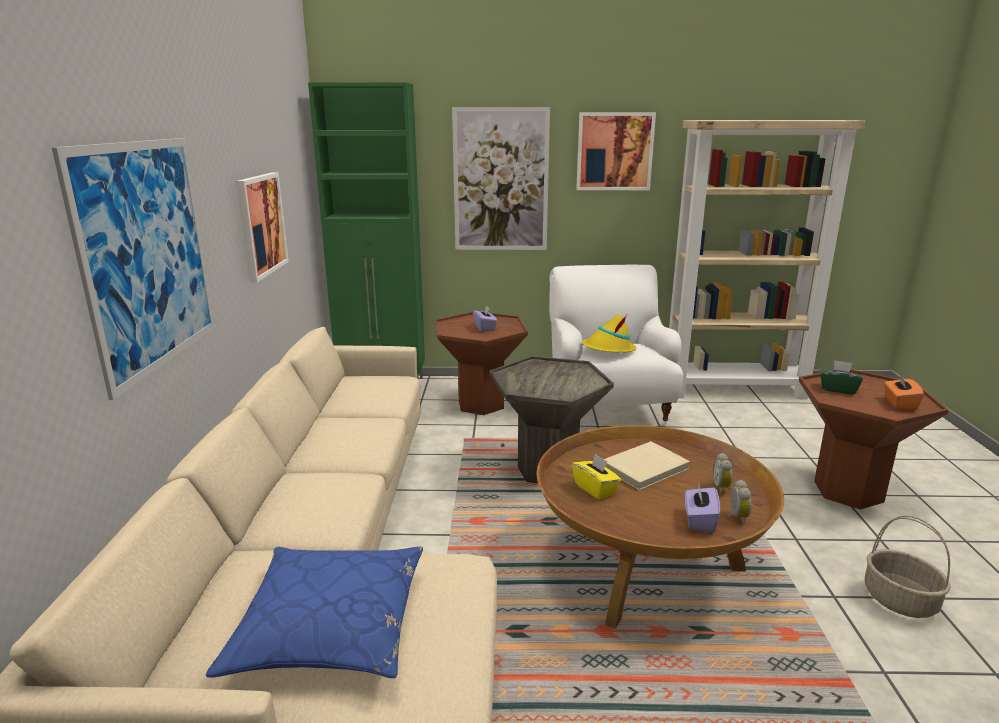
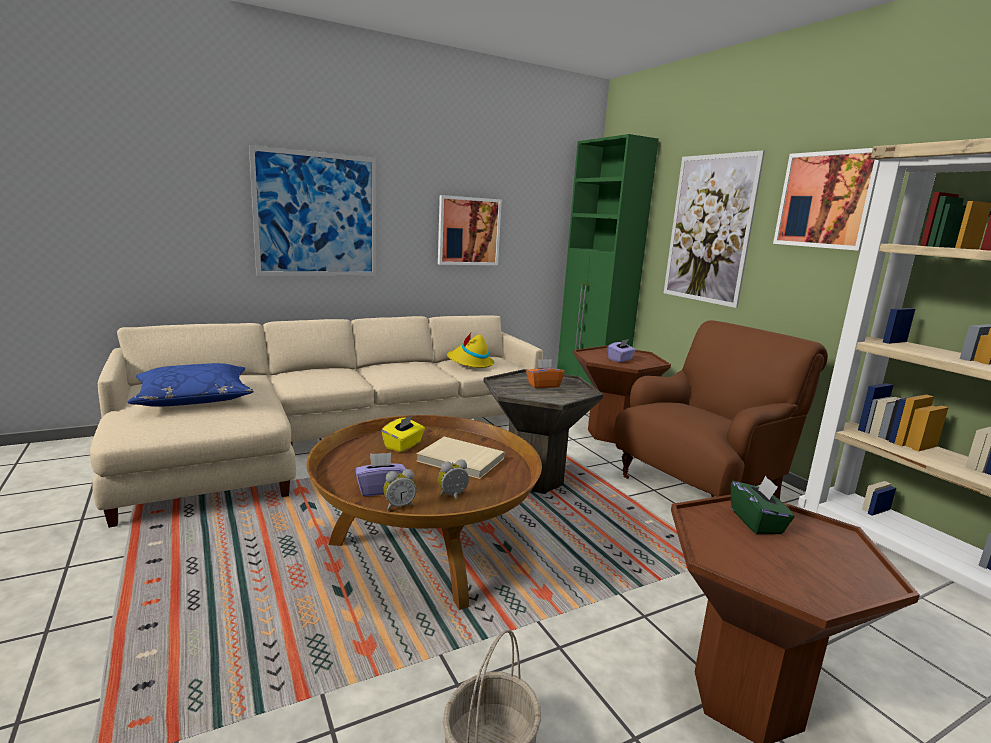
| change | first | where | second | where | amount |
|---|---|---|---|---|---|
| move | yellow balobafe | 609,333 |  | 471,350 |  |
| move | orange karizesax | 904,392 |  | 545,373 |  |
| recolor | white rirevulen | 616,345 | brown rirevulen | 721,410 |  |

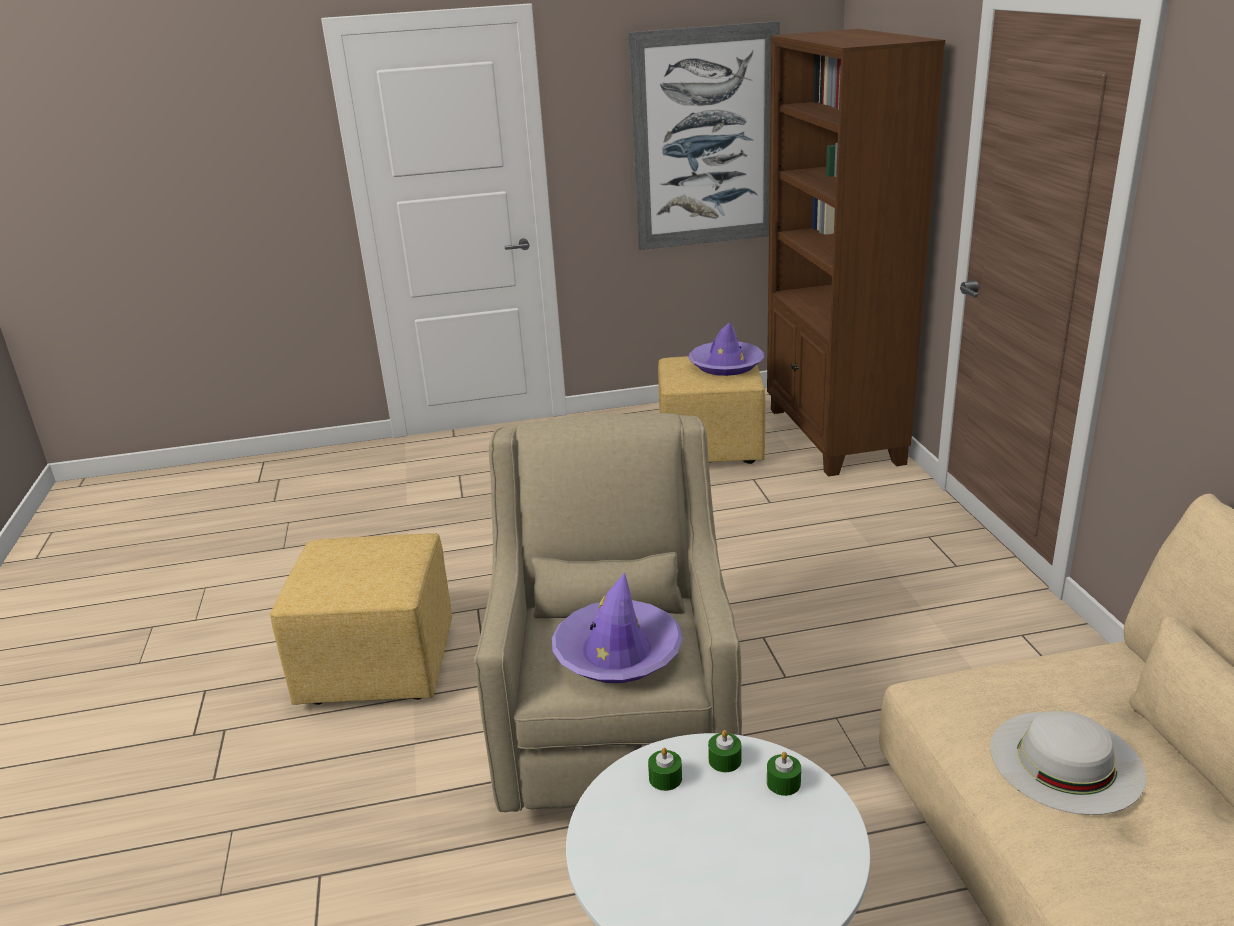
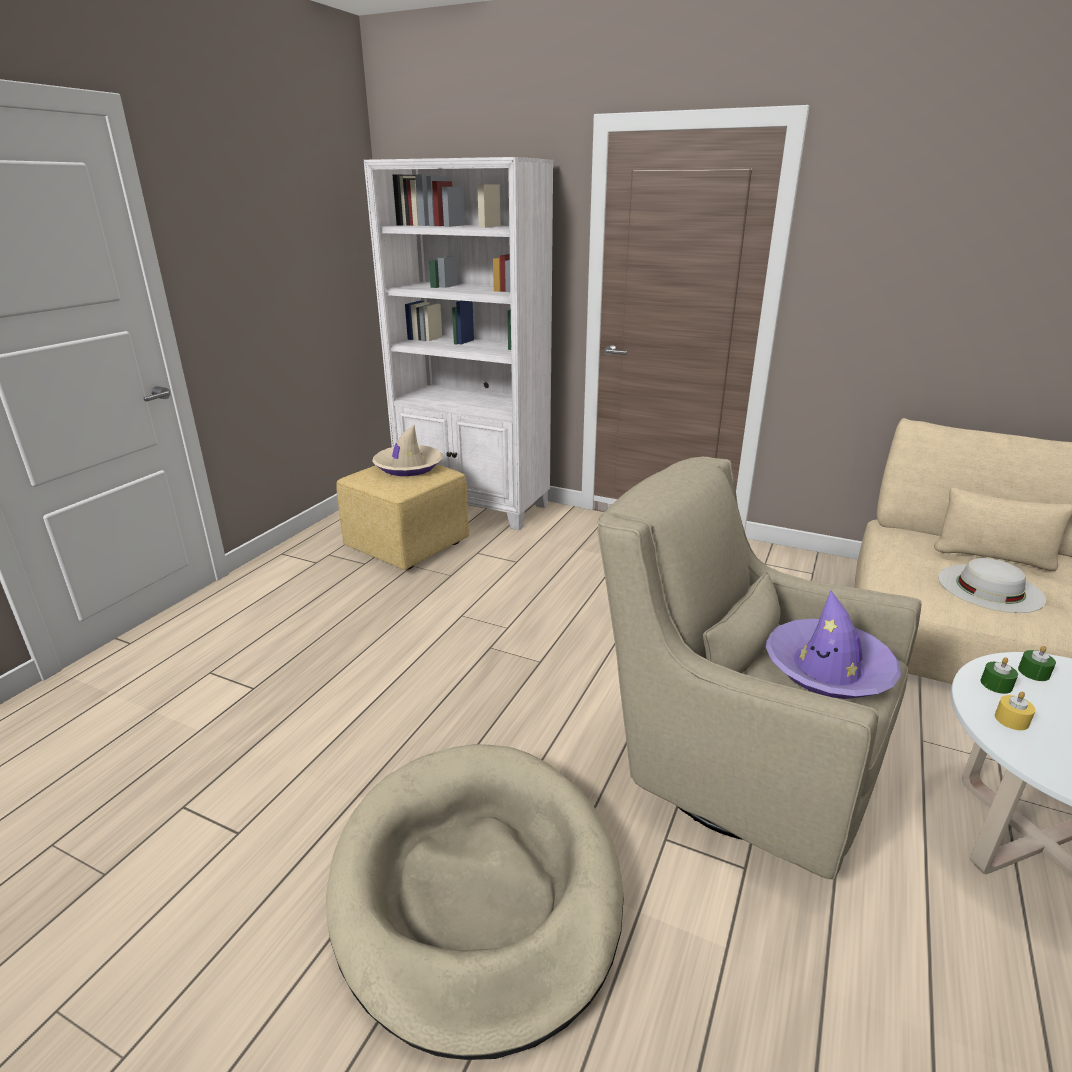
| change | first | where | second | where | amount |
|---|---|---|---|---|---|
| delete | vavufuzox | 704,135 |  |  |  |
| replace | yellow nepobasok | 361,619 | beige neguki | 475,902 |  |
| recolor | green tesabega | 665,769 | yellow tesabega | 1015,711 |  |
| recolor | purple balobafe | 726,349 | beige balobafe | 407,450 |  |
| recolor | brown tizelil | 856,252 | white tizelil | 459,343 |  |

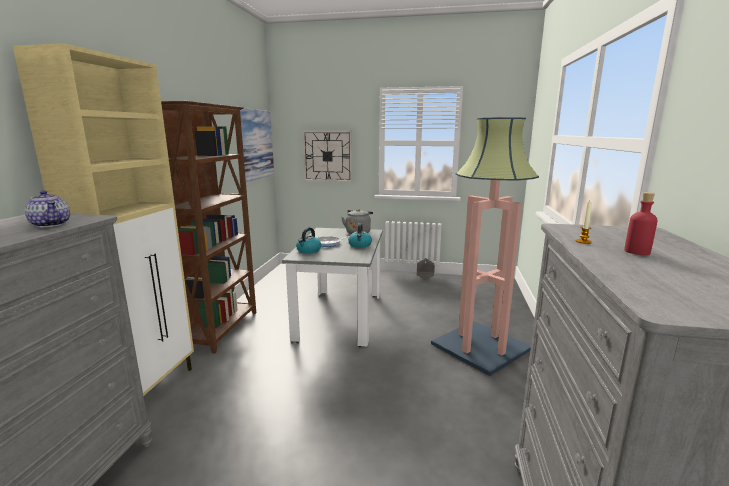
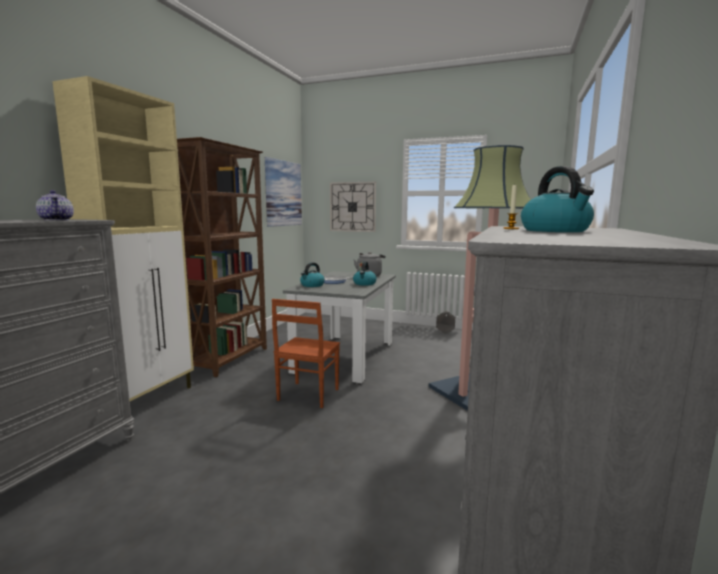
| change | first | where | second | where | amount |
|---|---|---|---|---|---|
| insert |  |  | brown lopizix | 306,353 |  |
| replace | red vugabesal | 641,223 | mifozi | 557,199 |  |

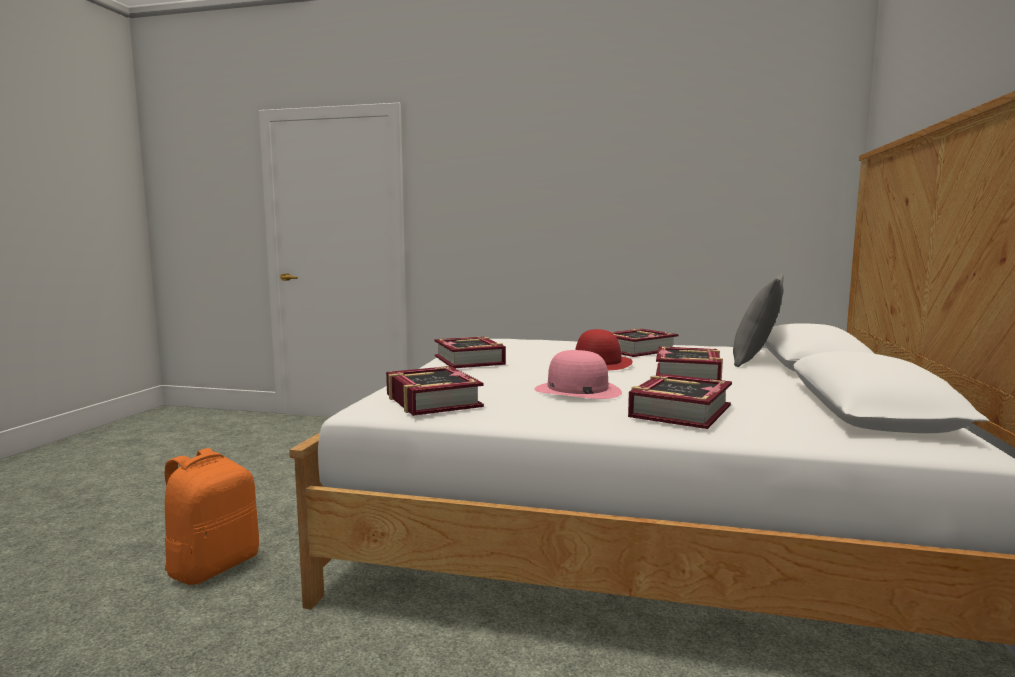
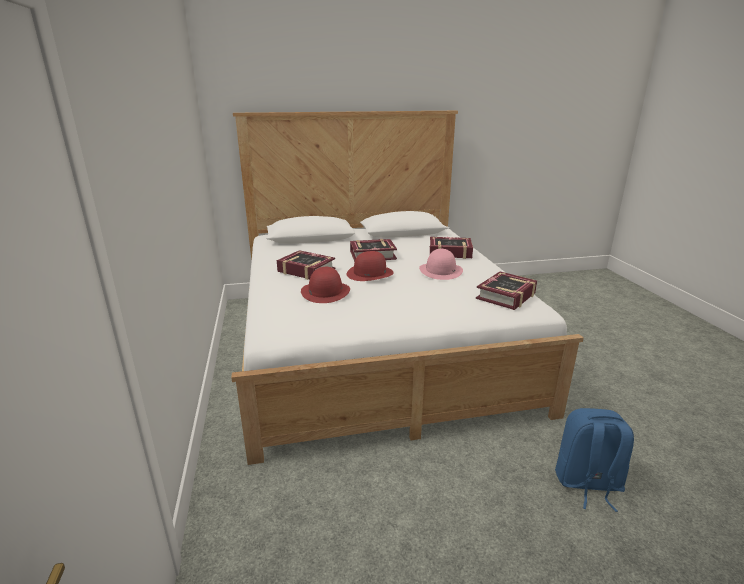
| change | first | where | second | where | amount |
|---|---|---|---|---|---|
| delete | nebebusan | 470,352 |  |  |  |
| delete | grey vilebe | 758,320 |  |  |  |
| insert |  |  | red balobafe | 325,285 |  |
| recolor | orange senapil | 212,516 | blue senapil | 594,460 |  |

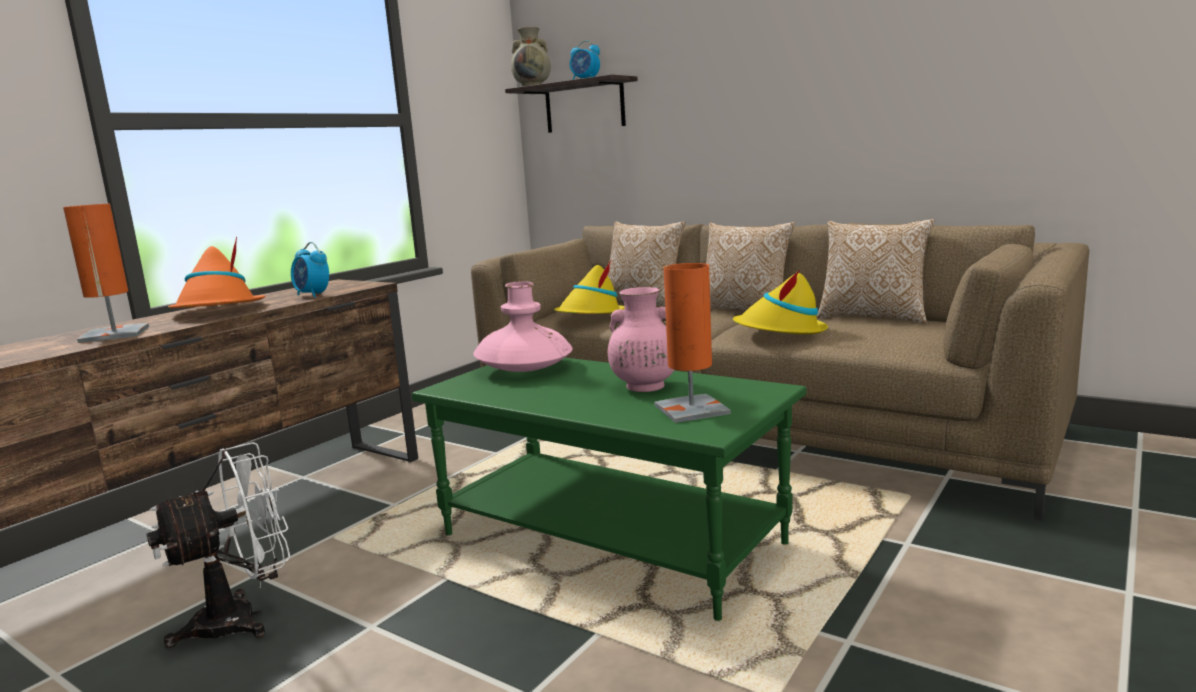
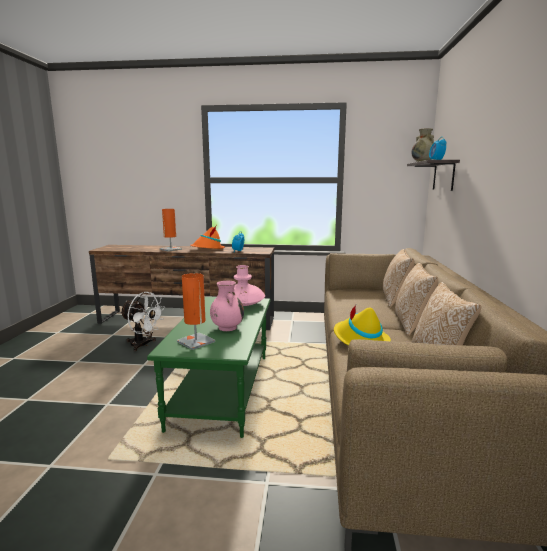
| change | first | where | second | where | amount |
|---|---|---|---|---|---|
| delete | yellow balobafe | 589,287 |  |  |  |

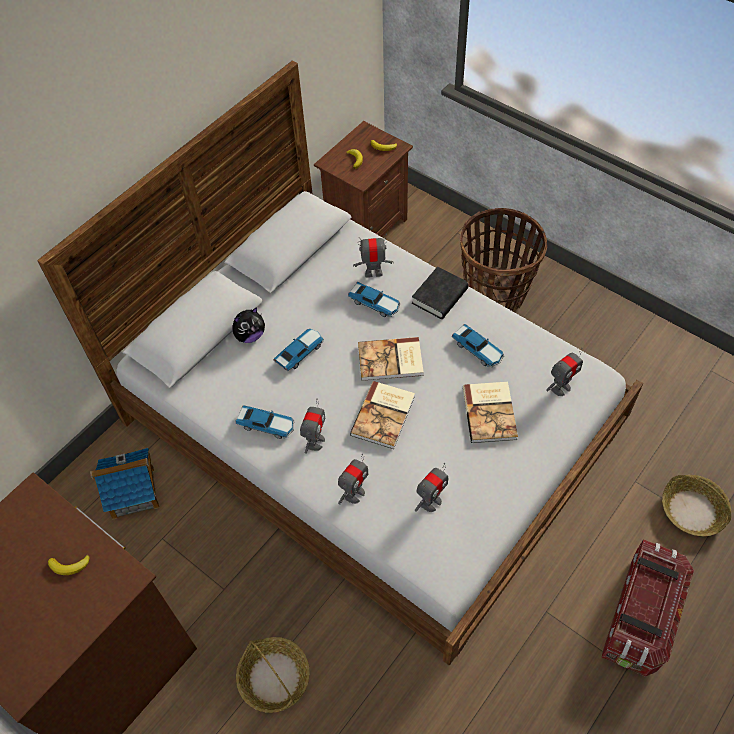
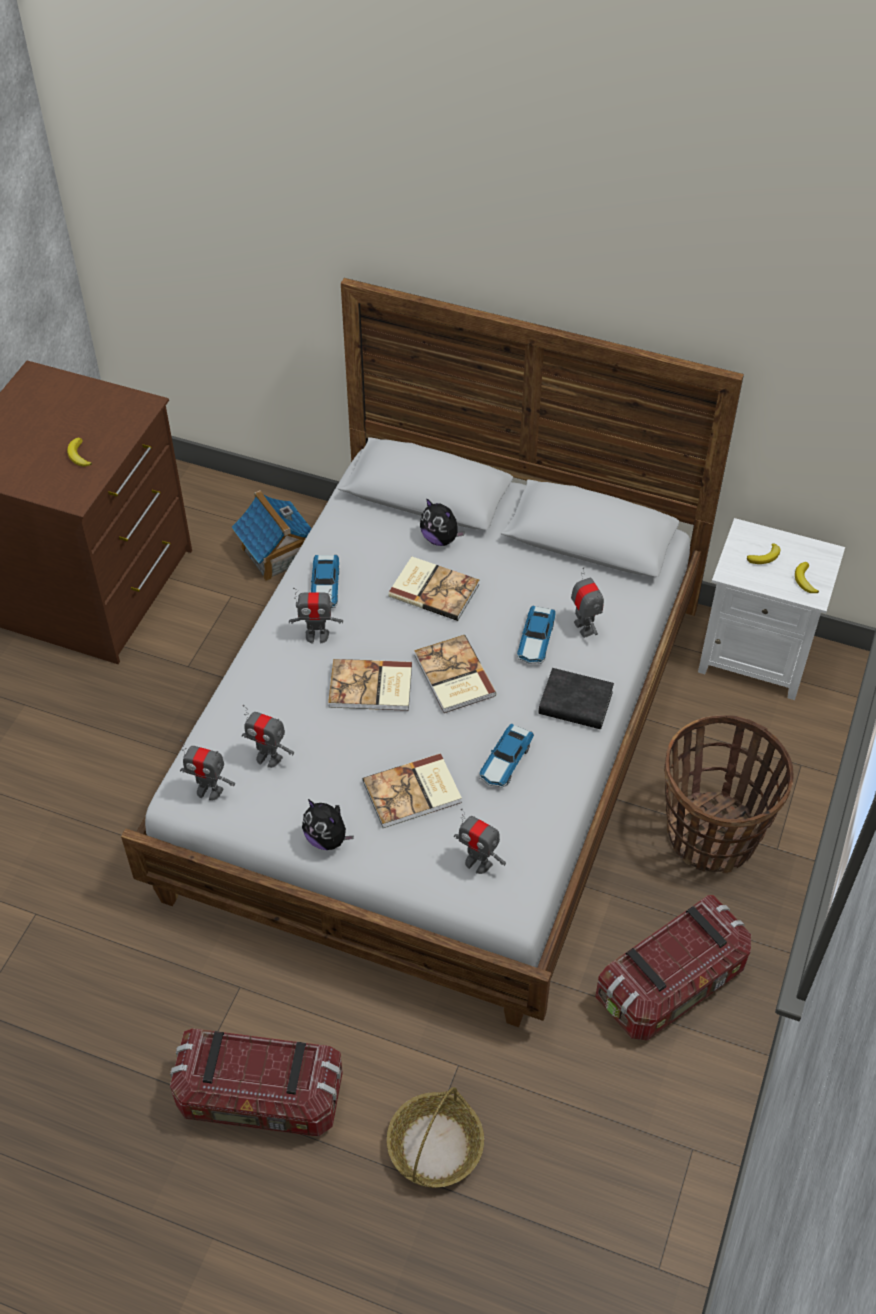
| change | first | where | second | where | amount |
|---|---|---|---|---|---|
| delete | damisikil | 273,675 |  |  |  |
| insert |  |  | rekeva | 328,824 |  |
| insert |  |  | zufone | 673,967 |  |
| move | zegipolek | 353,479 |  | 207,770 |  |
| replace | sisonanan | 298,350 | nebebusan | 433,588 |  |
| recolor | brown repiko | 363,179 | white repiko | 771,609 |  |

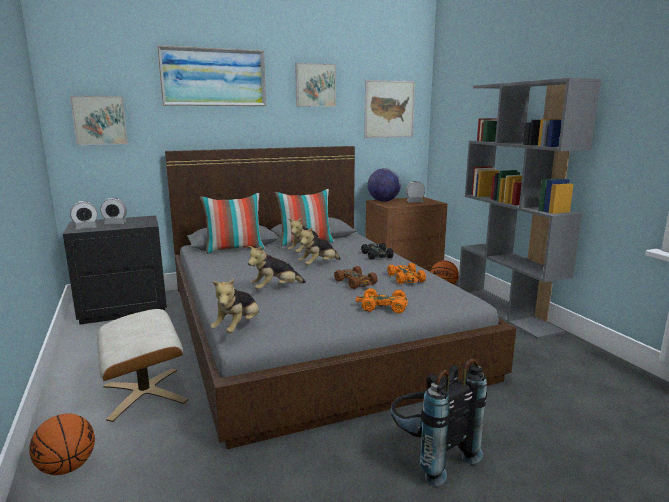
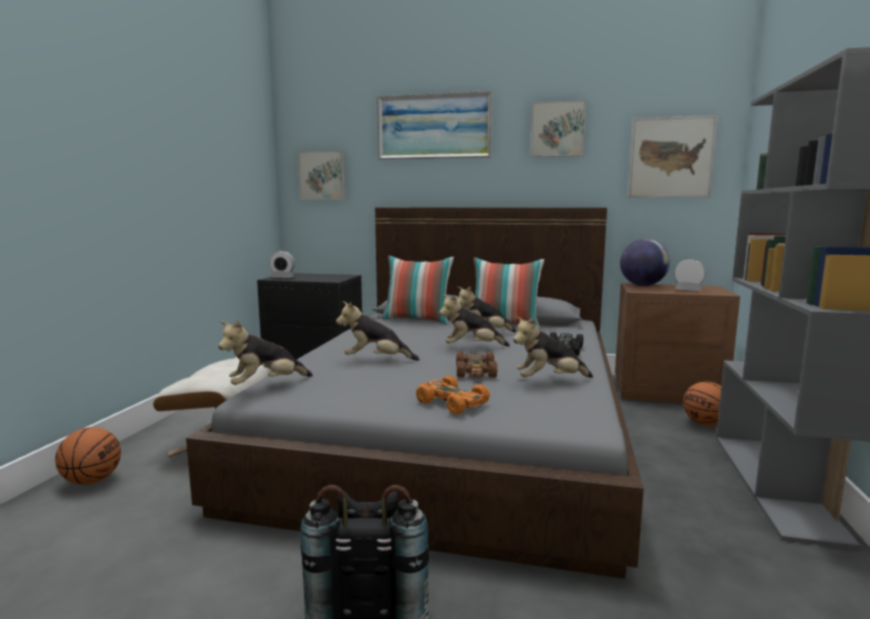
| change | first | where | second | where | amount |
|---|---|---|---|---|---|
| delete | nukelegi | 113,211 |  |  |  |
| replace | orange sisonanan | 406,273 | rekeva | 553,347 |  |

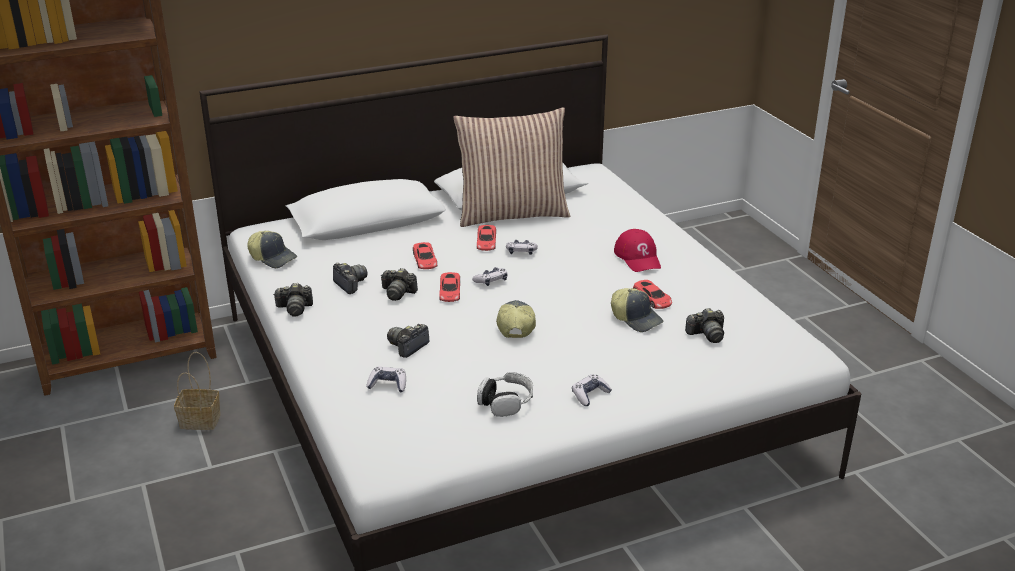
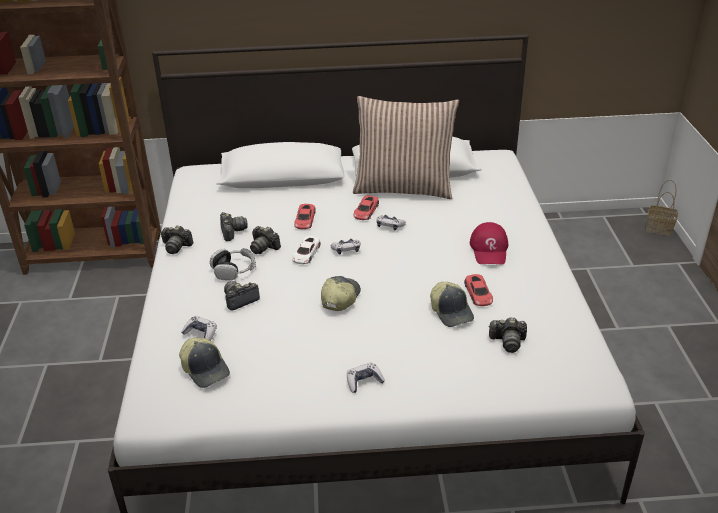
| change | first | where | second | where | amount |
|---|---|---|---|---|---|
| move | damisikil | 197,391 |  | 662,208 |  |
| move | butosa | 272,249 |  | 204,363 |  |
| move | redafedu | 505,394 |  | 233,264 |  |
| recolor | red sisonanan | 449,287 | white sisonanan | 306,250 |  |

